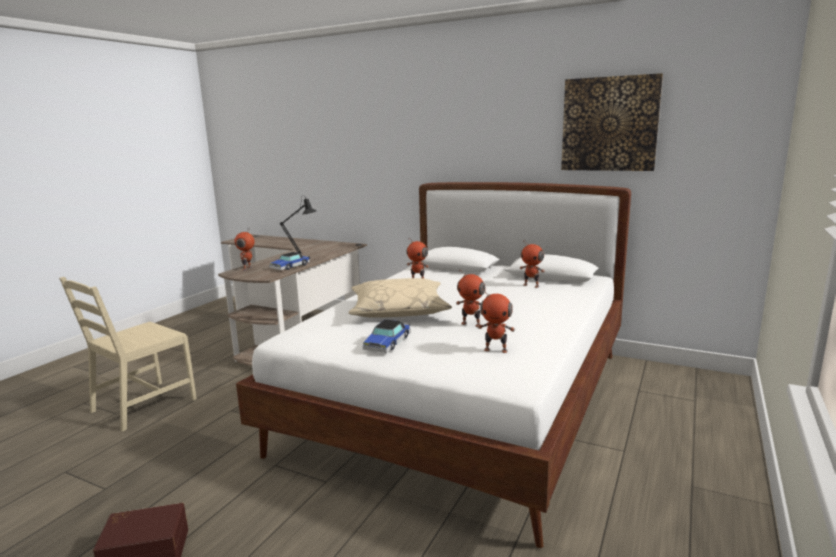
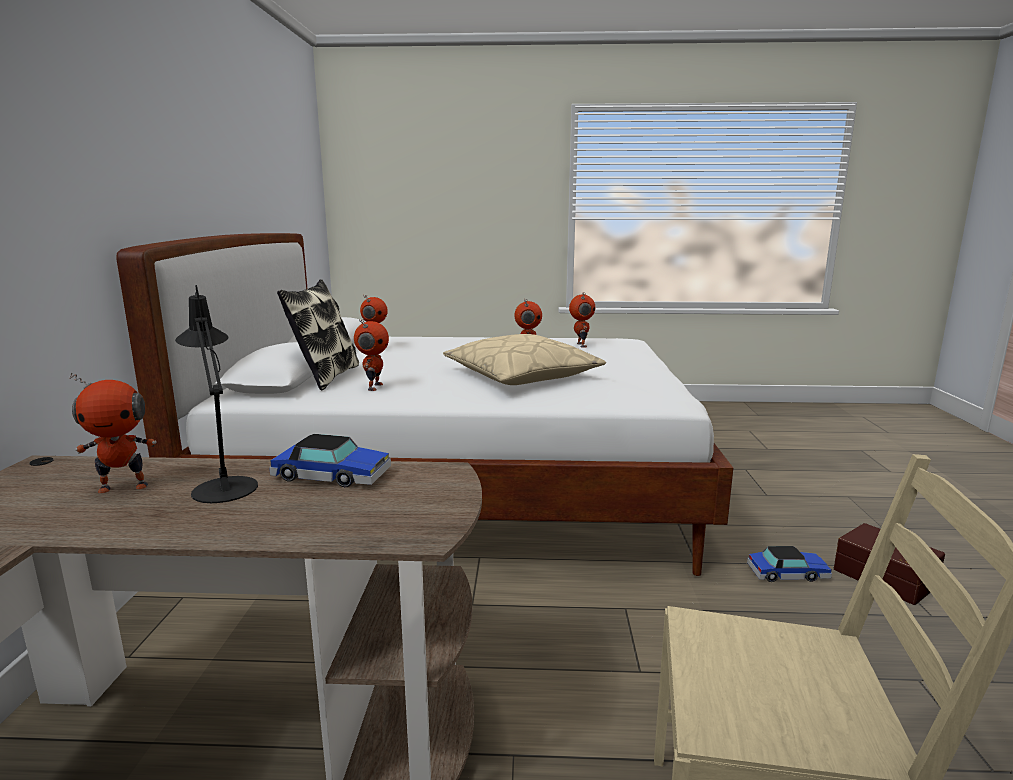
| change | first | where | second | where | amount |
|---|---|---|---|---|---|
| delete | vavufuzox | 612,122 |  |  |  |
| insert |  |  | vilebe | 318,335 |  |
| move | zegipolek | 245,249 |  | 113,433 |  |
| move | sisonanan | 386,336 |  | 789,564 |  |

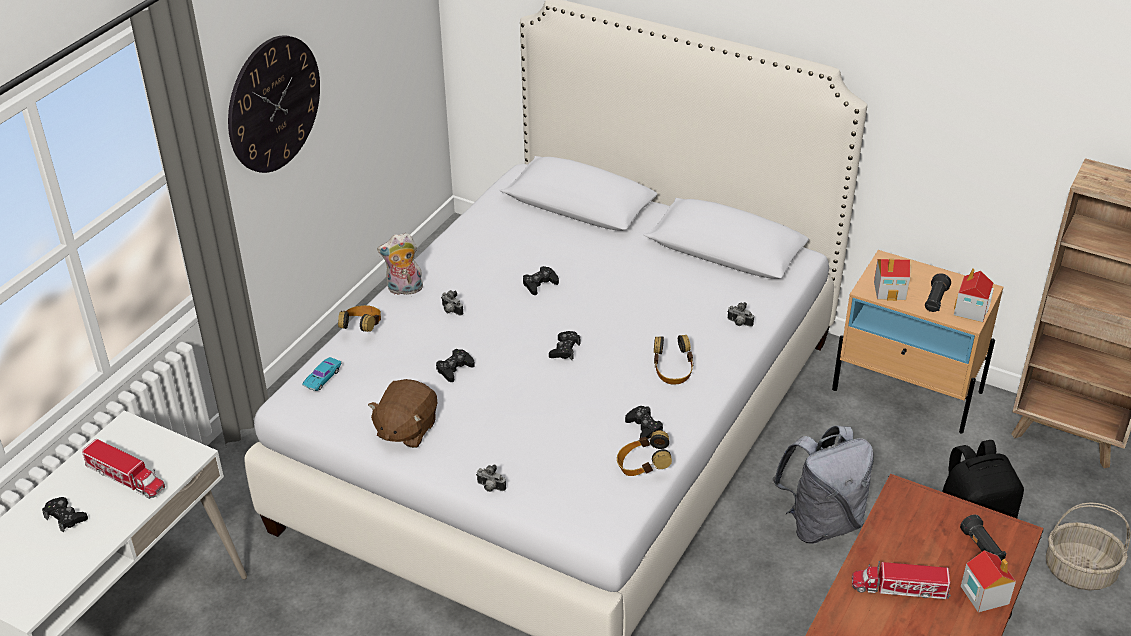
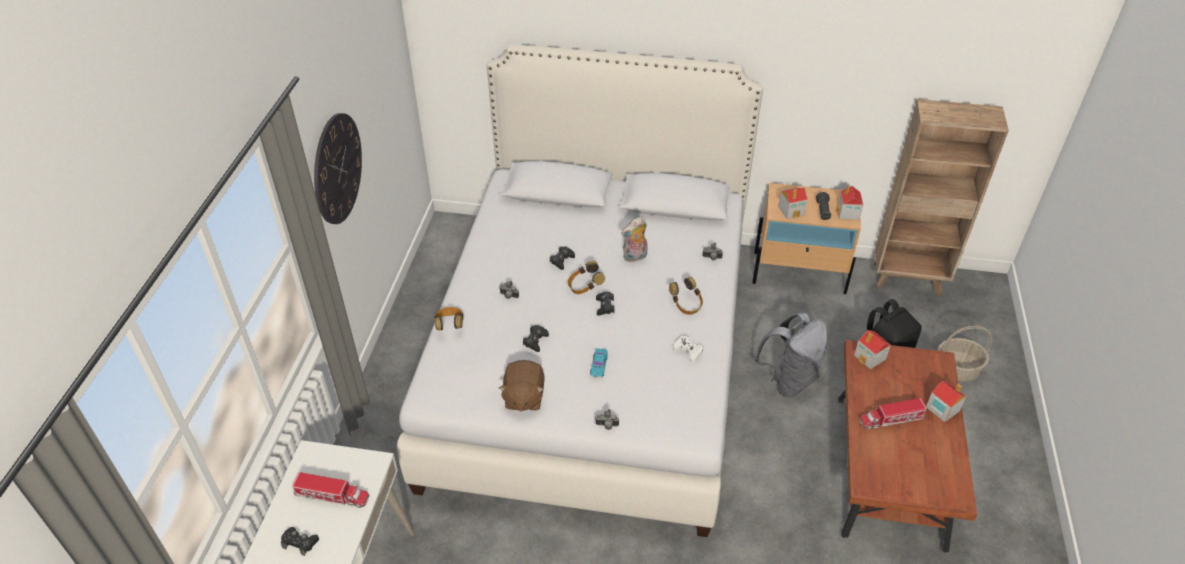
| change | first | where | second | where | amount |
|---|---|---|---|---|---|
| delete | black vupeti | 983,538 |  |  |  |
| insert |  |  | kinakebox | 872,349 |  |
| move | turquoise sisonanan | 321,374 |  | 599,362 |  |
| move | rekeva | 401,264 |  | 634,239 |  |
| move | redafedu | 644,453 |  | 586,277 |  |
| recolor | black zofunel | 644,422 | white zofunel | 688,349 |  |

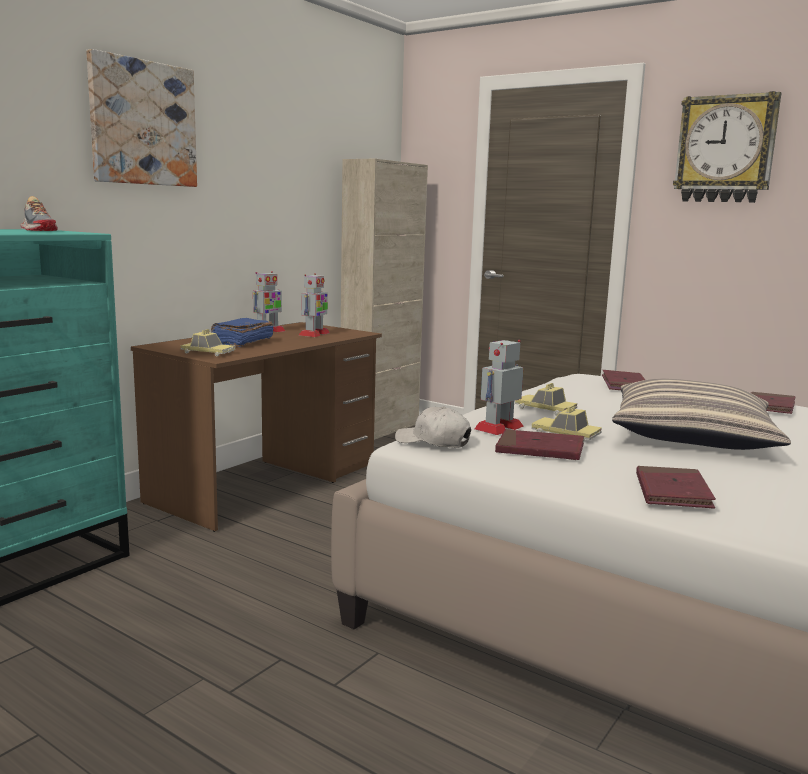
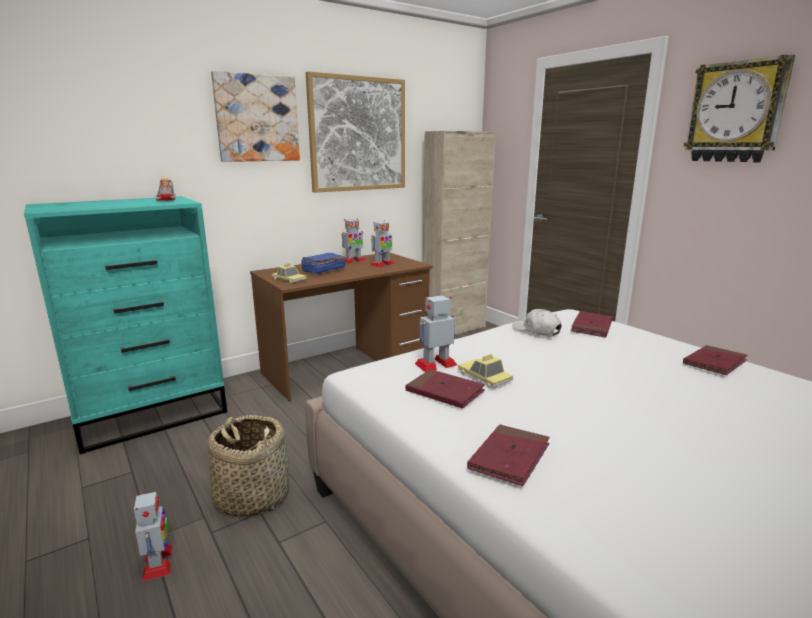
| change | first | where | second | where | amount |
|---|---|---|---|---|---|
| delete | sisonanan | 546,399 |  |  |  |
| delete | vilebe | 701,414 |  |  |  |
| insert |  |  | zegipolek | 153,536 |  |
| insert |  |  | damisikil | 248,466 |  |
| insert |  |  | vavufuzox | 355,132 |  |
| move | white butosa | 433,427 |  | 537,323 |  |

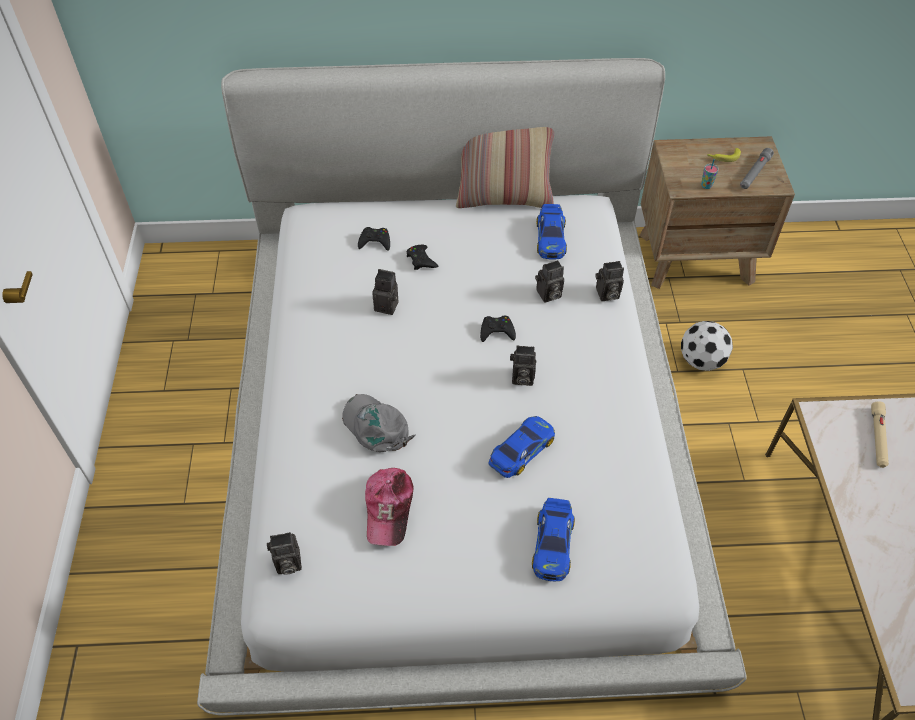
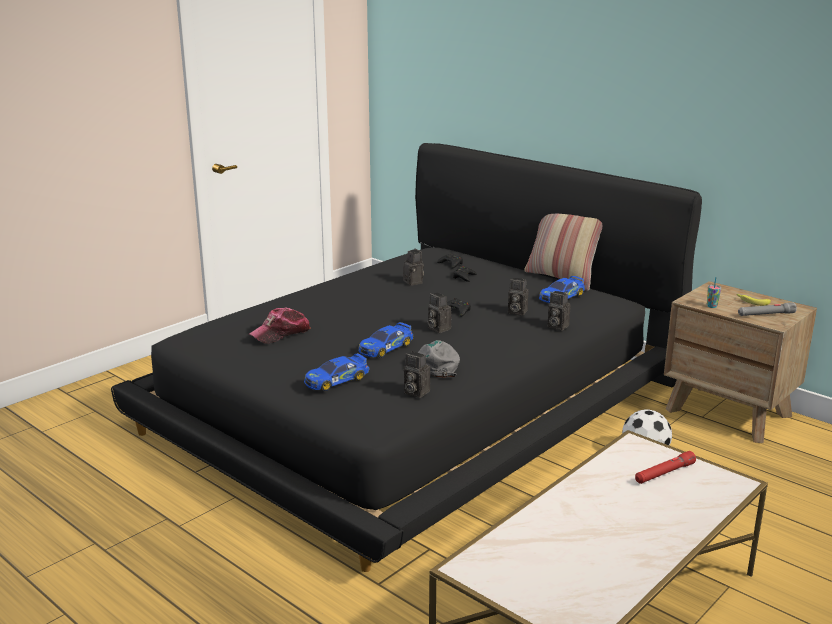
| change | first | where | second | where | amount |
|---|---|---|---|---|---|
| move | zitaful | 284,553 |  | 417,374 |  |
| move | grey butosa | 379,423 |  | 439,359 |  |
| recolor | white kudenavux | 471,387 | black kudenavux | 406,357 |  |
| recolor | beige vupeti | 880,434 | red vupeti | 665,467 |  |
| rotate | sisonanan | 521,447 |  | 385,340 | 135 degrees clockwise |

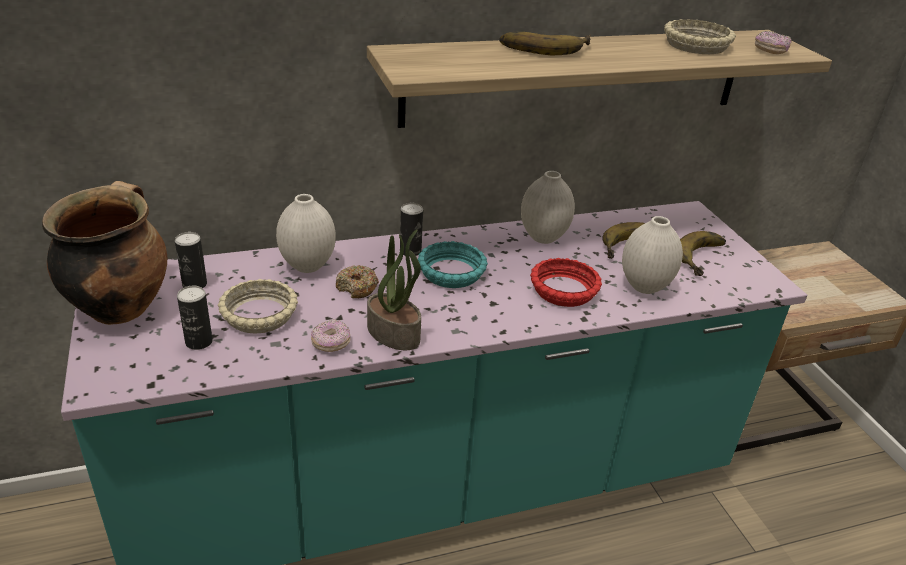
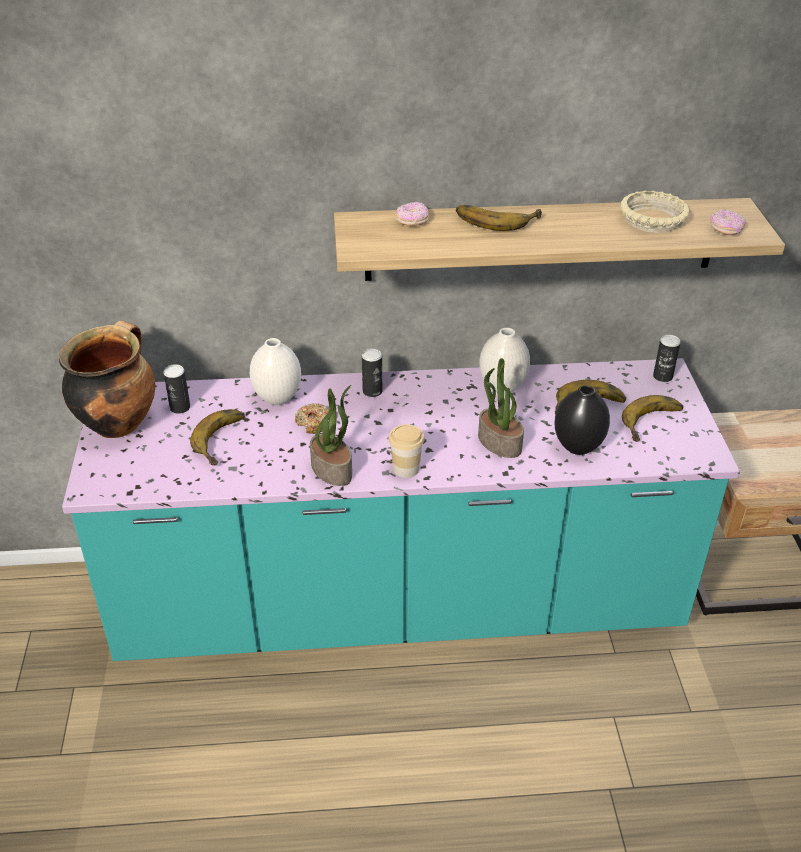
| change | first | where | second | where | amount |
|---|---|---|---|---|---|
| delete | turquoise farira | 453,264 |  |  |  |
| insert |  |  | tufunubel | 406,451 |  |
| move | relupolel | 195,318 |  | 667,358 |  |
| move | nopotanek | 330,335 |  | 412,214 |  |
| replace | beige farira | 258,306 | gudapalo | 217,437 |  |
| replace | red farira | 566,282 | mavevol | 501,408 |  |
| recolor | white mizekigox | 652,255 | black mizekigox | 582,420 |  |

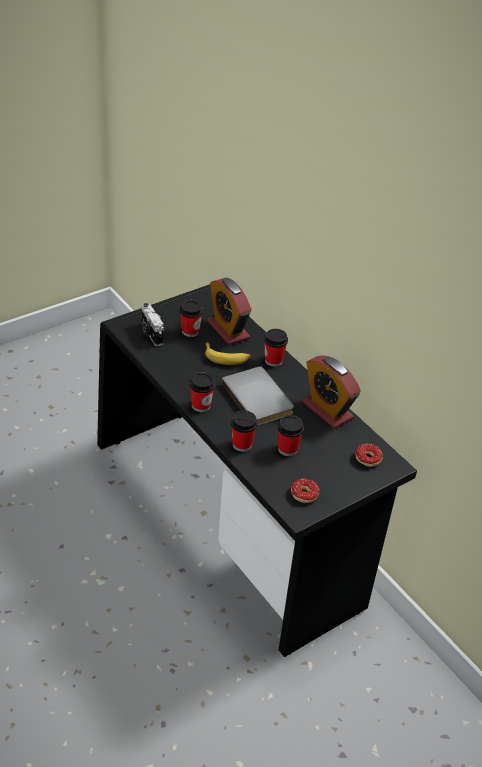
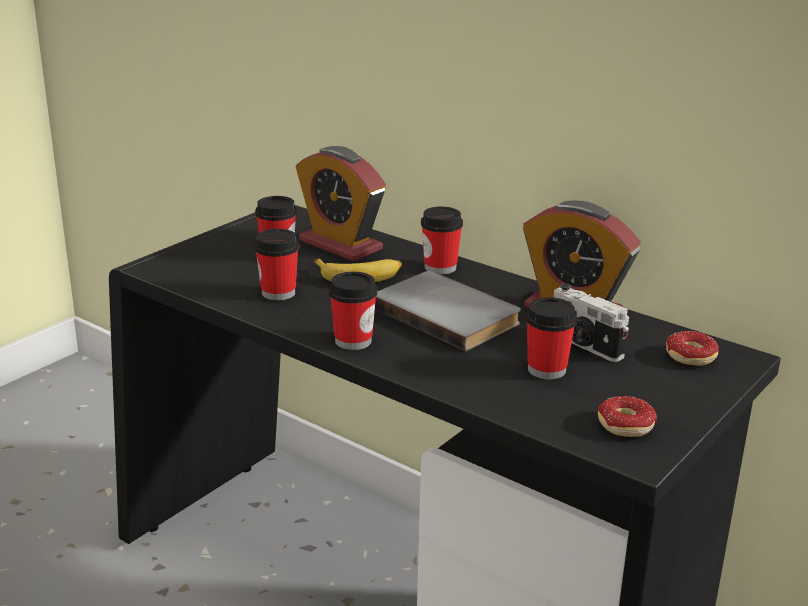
| change | first | where | second | where | amount |
|---|---|---|---|---|---|
| move | zitaful | 153,324 |  | 591,322 |  |
| move | tufunubel | 244,431 |  | 276,264 |  |

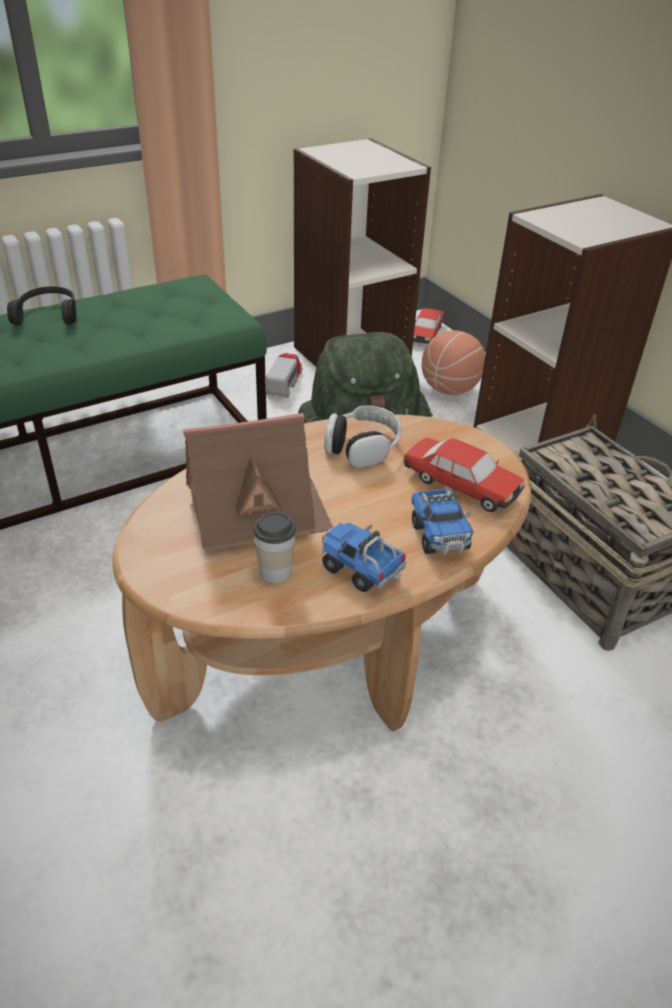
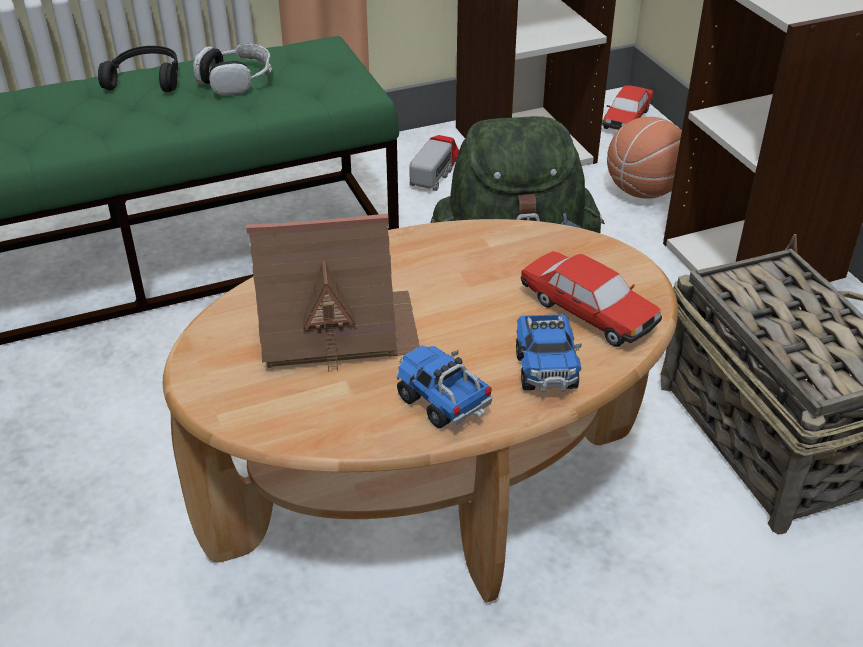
| change | first | where | second | where | amount |
|---|---|---|---|---|---|
| delete | tufunubel | 274,547 |  |  |  |
| move | redafedu | 362,436 |  | 232,69 |  |

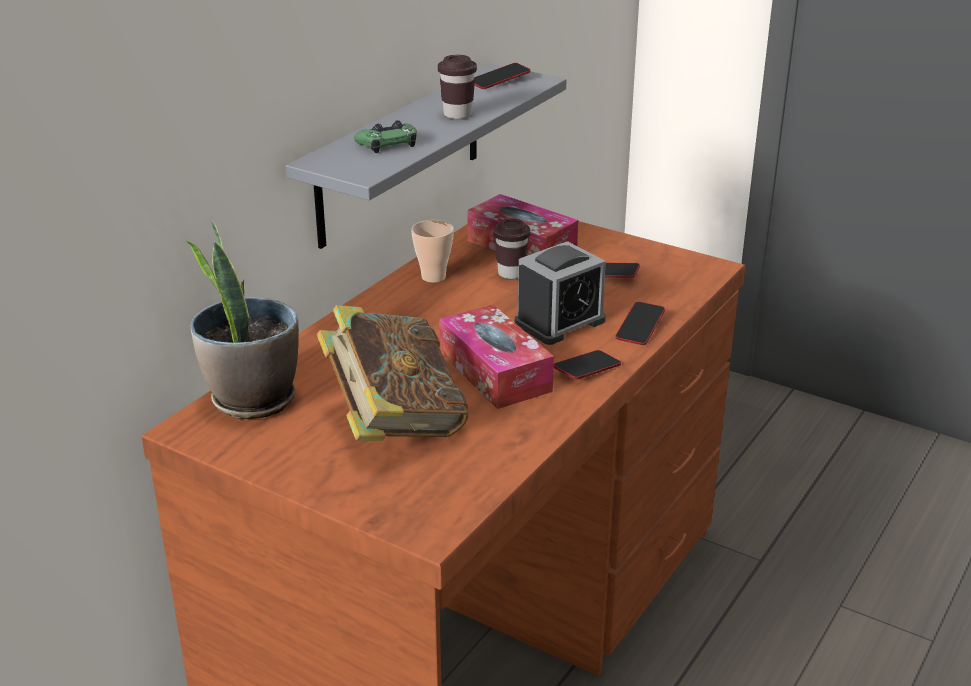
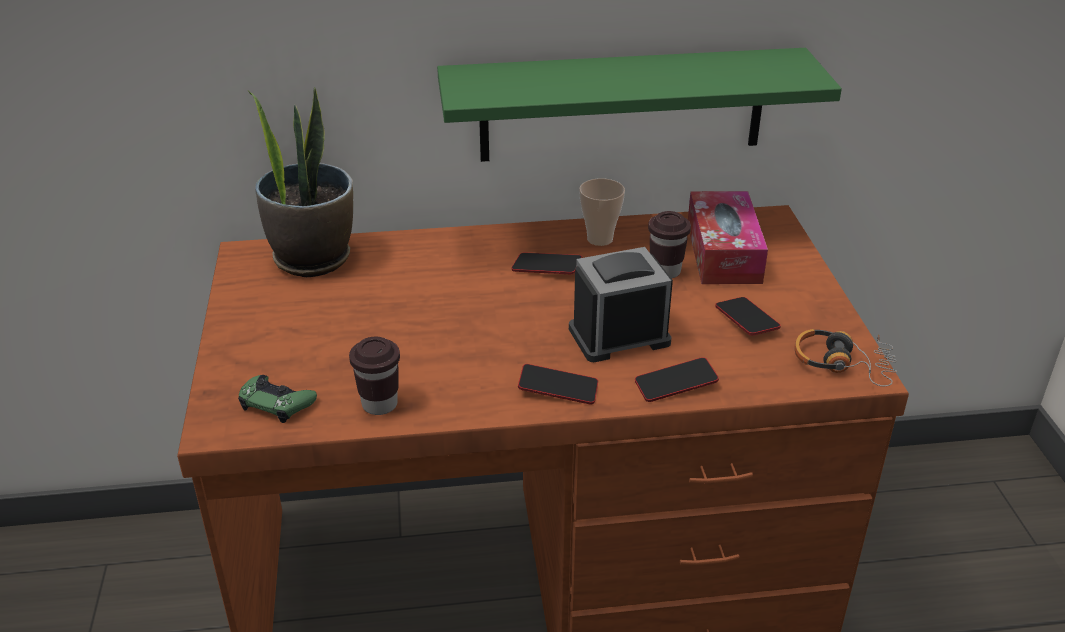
| change | first | where | second | where | amount |
|---|---|---|---|---|---|
| delete | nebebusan | 393,373 |  |  |  |
| delete | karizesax | 497,357 |  |  |  |
| insert |  |  | redafedu | 846,357 |  |
| move | green zofunel | 385,136 |  | 277,399 |  |
| move | brown tufunubel | 457,87 |  | 374,376 |  |
| move | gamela | 502,76 |  | 546,263 |  |
| recolor | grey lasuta | 425,156 | green lasuta | 639,105 |  |
| rotate | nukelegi | 560,293 |  | 621,304 | 150 degrees clockwise |

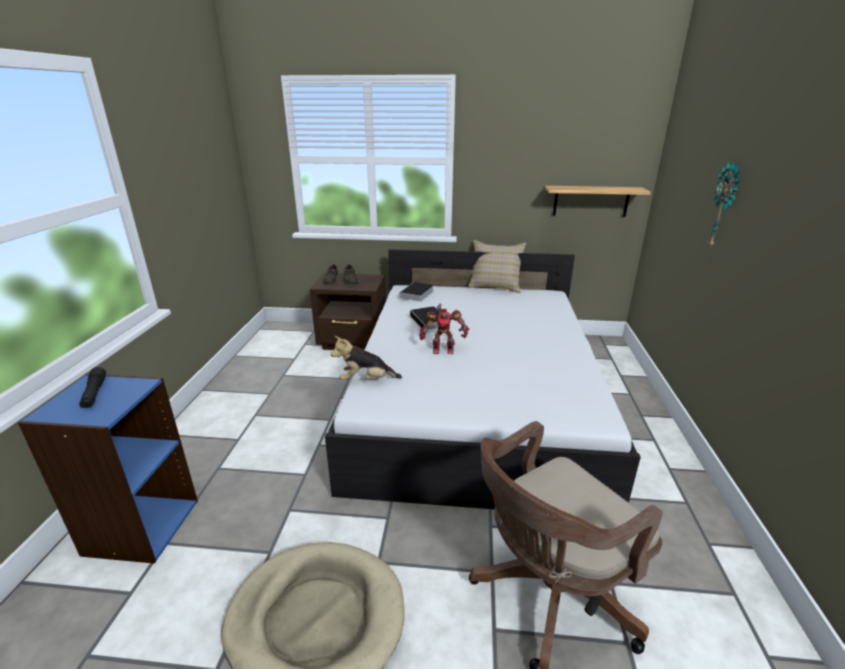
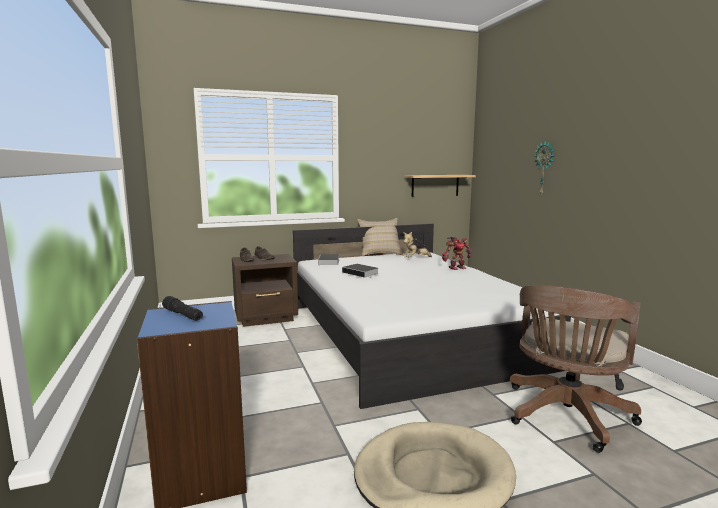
| change | first | where | second | where | amount |
|---|---|---|---|---|---|
| move | rekeva | 366,358 |  | 417,245 |  |
| move | zegipolek | 444,329 |  | 457,253 |  |

